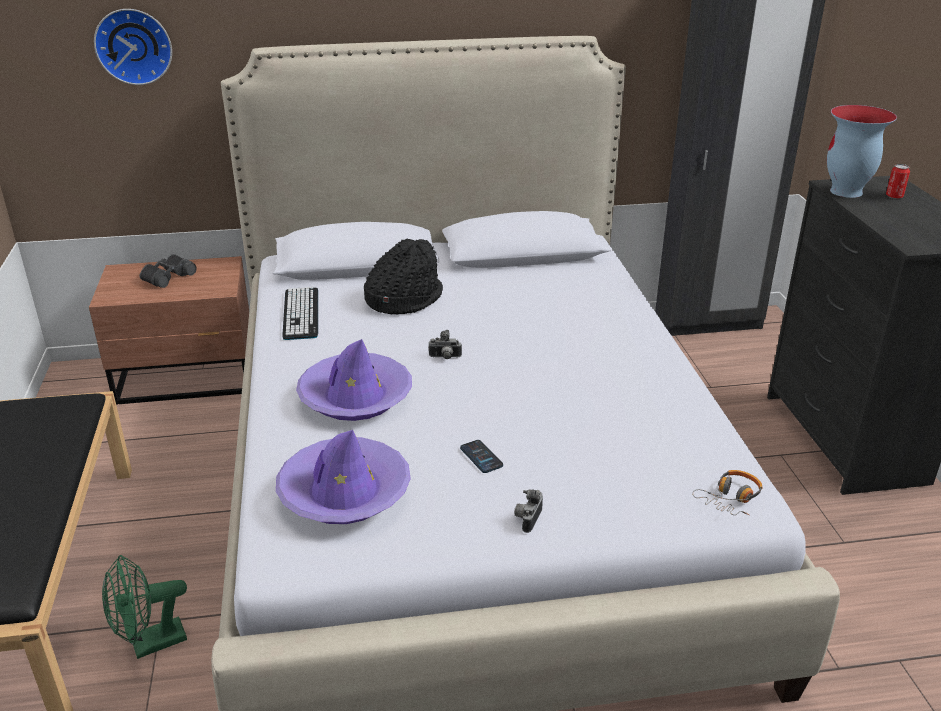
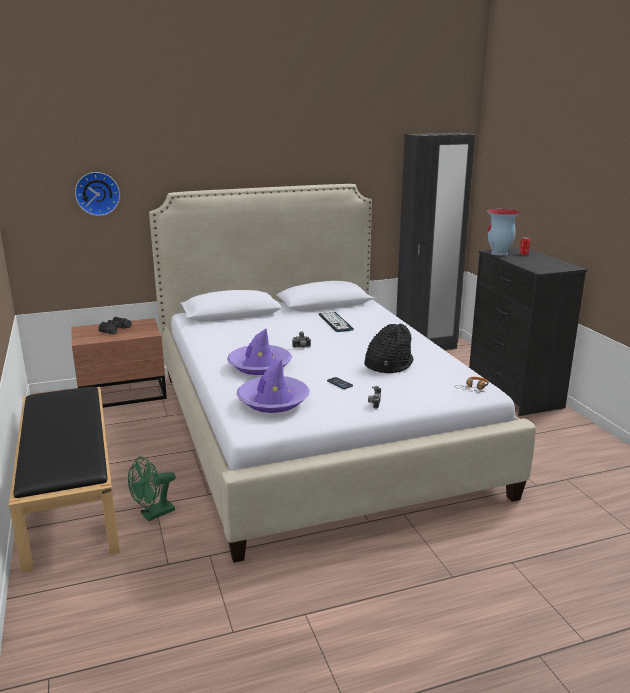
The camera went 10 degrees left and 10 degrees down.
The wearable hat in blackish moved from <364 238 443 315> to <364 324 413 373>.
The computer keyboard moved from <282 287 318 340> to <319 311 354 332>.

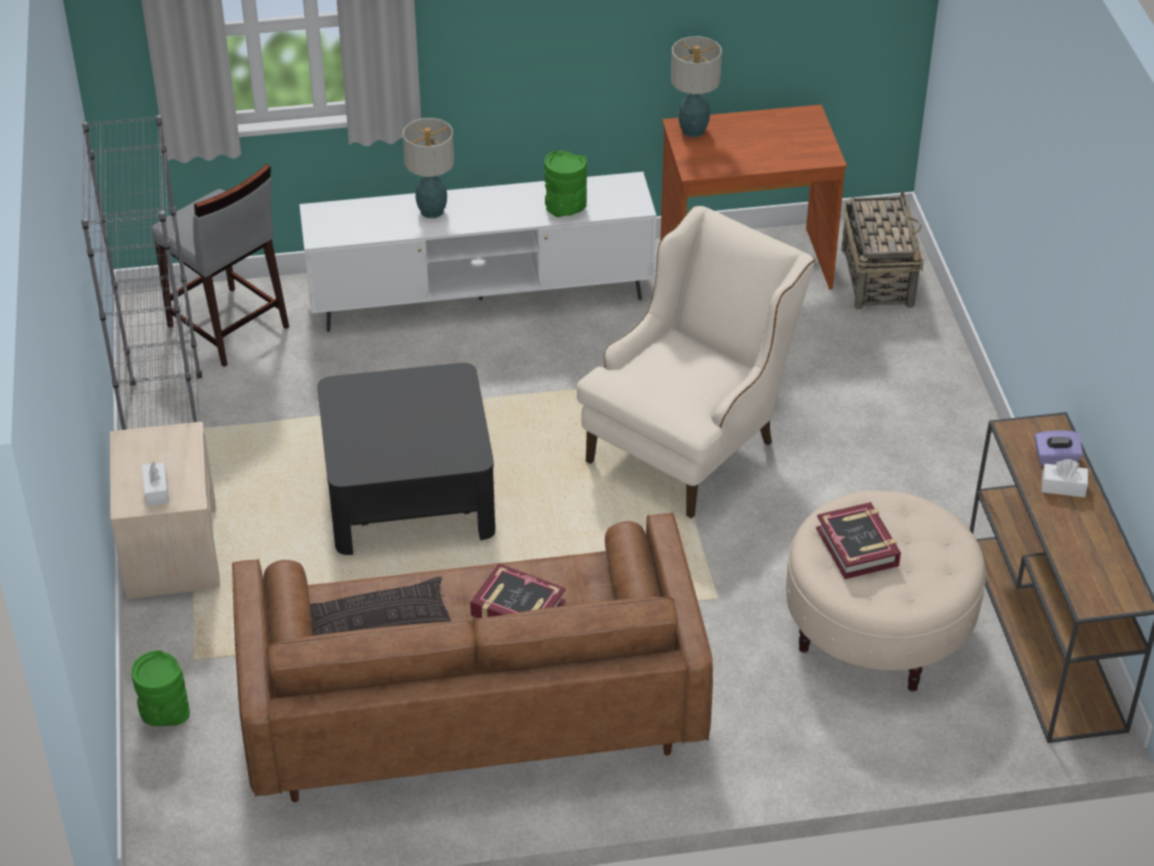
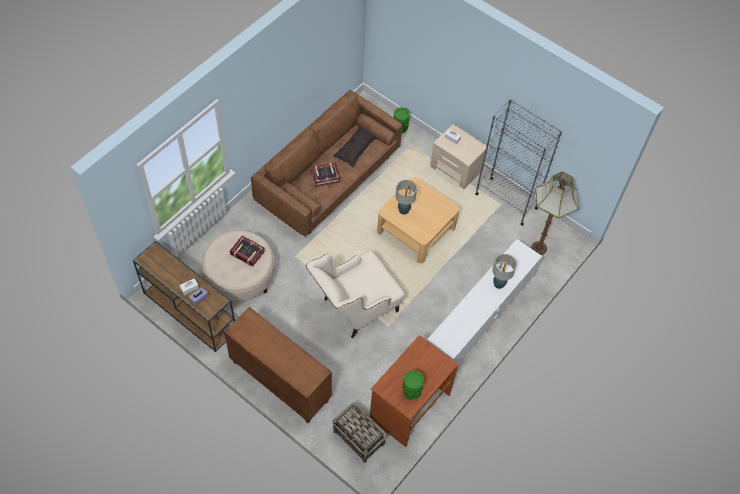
The camera went 135 degrees right and 15 degrees up.
The tabletop lamp moved from <671 36 722 137> to <396 180 417 215>.
The vase in greenish moved from <544 150 587 217> to <402 370 424 400>.
The sitting stool in grey at <152 164 289 367> was replaced by the standing lamp at <531 171 579 255>.
The lounge chair in beige at <577 206 815 518> turned 60 degrees clockwise.
The lounge table in blackish at <317 363 495 555> became the lounge table in beige at <377 177 460 263>.
The cupboard in brown at <224 307 332 423> appeared.

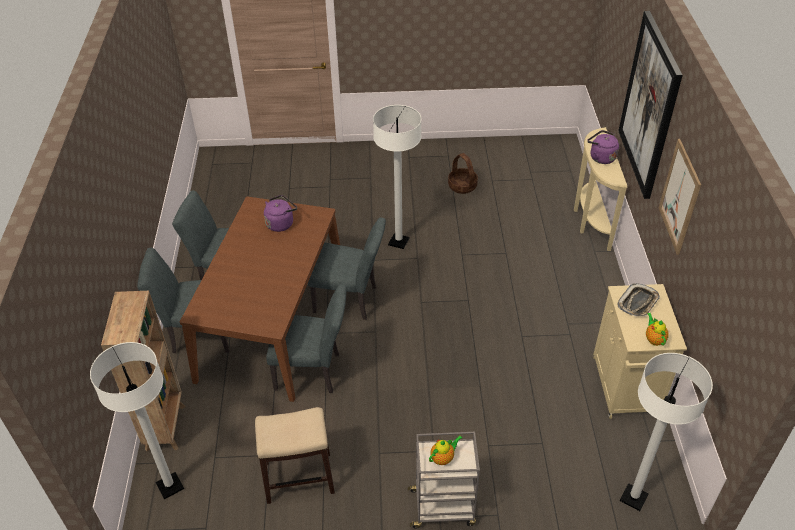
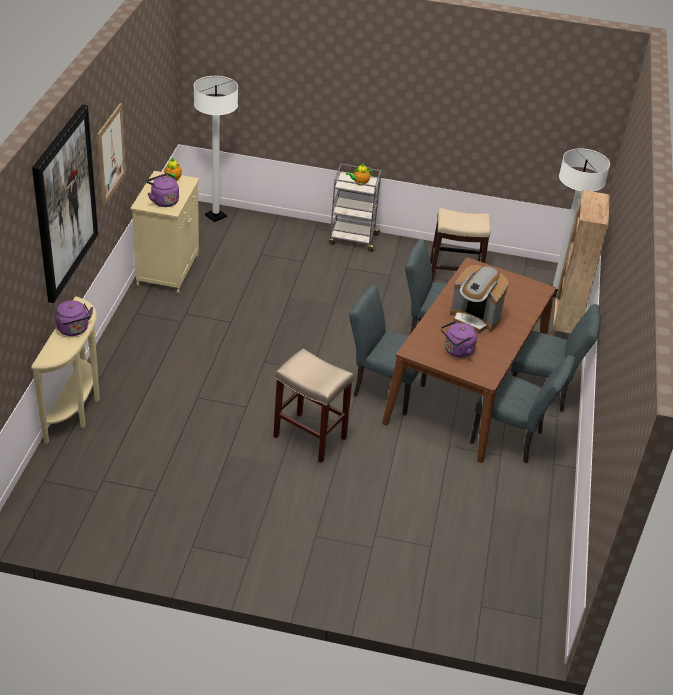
The camera went 170 degrees left and 5 degrees down.
The standing lamp in white at <373 105 421 249> was replaced by the sitting stool in beige at <273 348 354 463>.
The basket at <448 153 478 194> disappeared.
The tray at <617 283 660 316> was replaced by the kettle in purple-coloured at <146 173 179 207>.
The coffee brewer at <450 265 508 333> appeared.

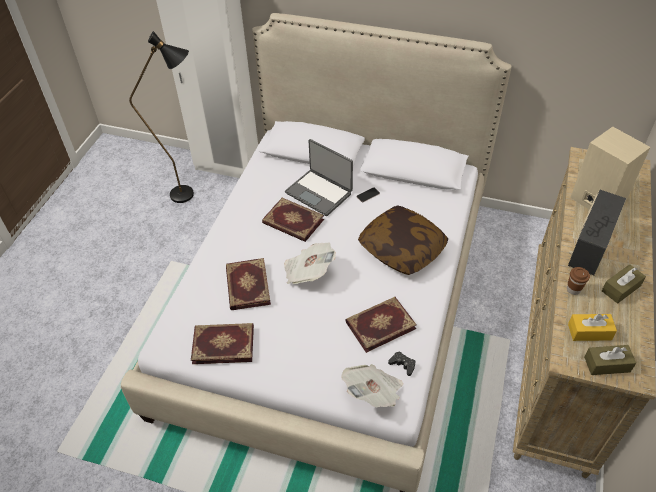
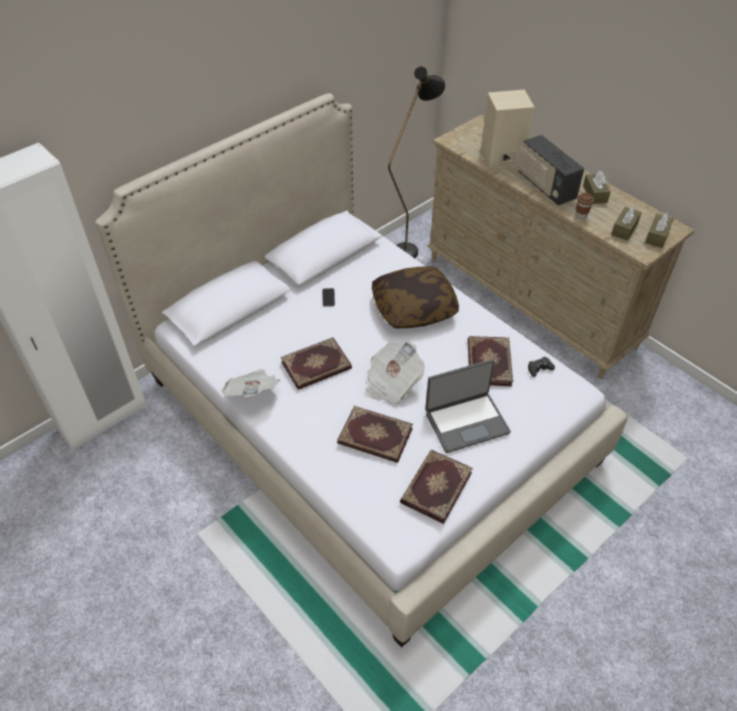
The camera went 60 degrees left and 0 degrees up.
The standing lamp in blackish moved from <129 31 194 203> to <388 67 445 258>.
The notebook computer moved from <285 139 353 216> to <425 359 511 453>.
The box of tissues in yellow at <568 314 617 341> became the box of tissues in brown at <611 206 642 241>.
The daily paper moved from <341 364 403 408> to <221 369 280 397>.

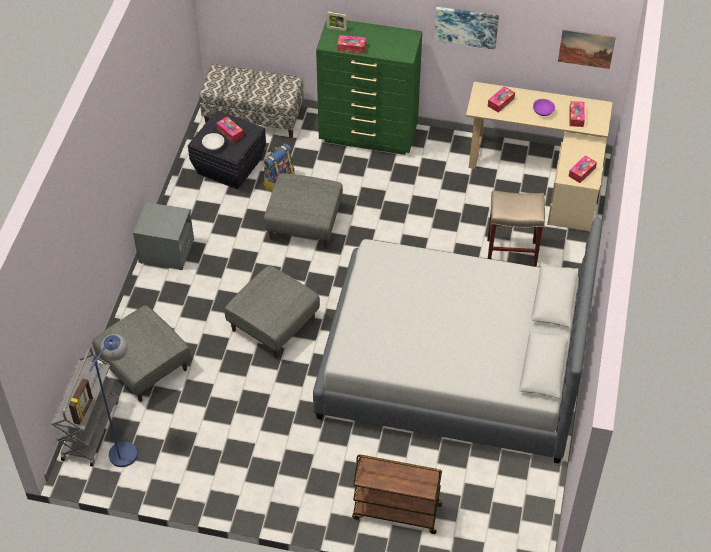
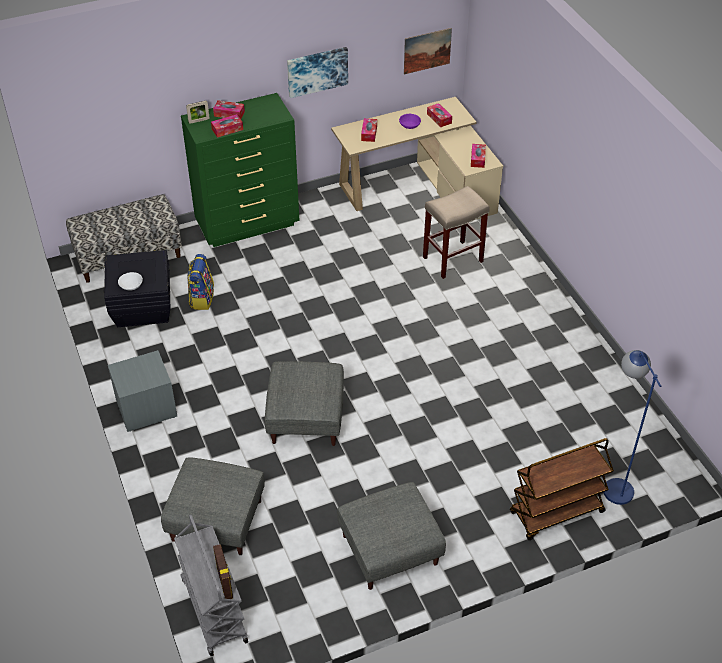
The camera went 35 degrees left and 5 degrees down.
The box of tissues moved from <216 117 244 143> to <213 100 245 119>.
The ottoman in grey moved from <264 173 343 249> to <337 482 446 590>.
The bedroom bed in grey at <313 217 602 463> disappeared.
The standing lamp in blue-coloured moved from <89 334 137 467> to <603 350 661 505>.

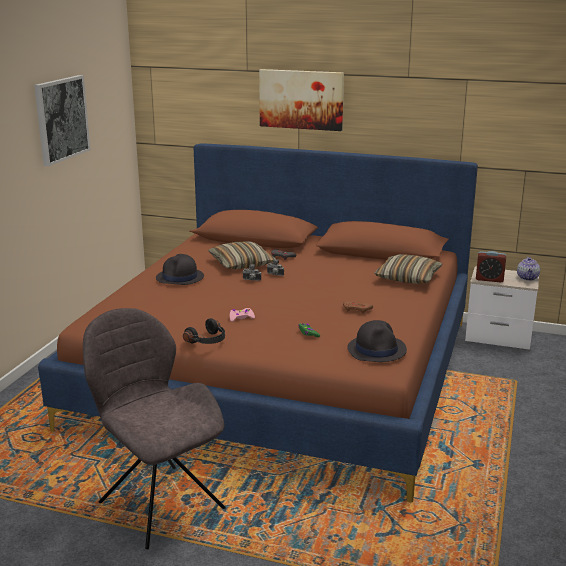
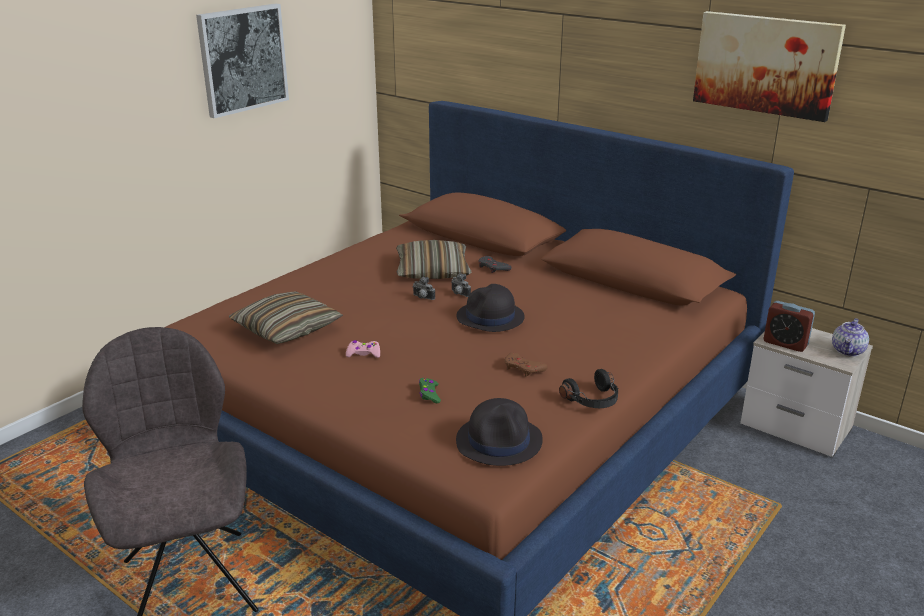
The camera went 20 degrees right and 5 degrees up.
The picture moved from <259 69 344 131> to <693 11 846 122>.
The wearable hat in blackish moved from <156 254 204 285> to <457 284 525 332>.
The pillow moved from <374 254 443 284> to <229 291 343 344>.
The headset in blackish moved from <183 318 225 344> to <559 369 619 408>.

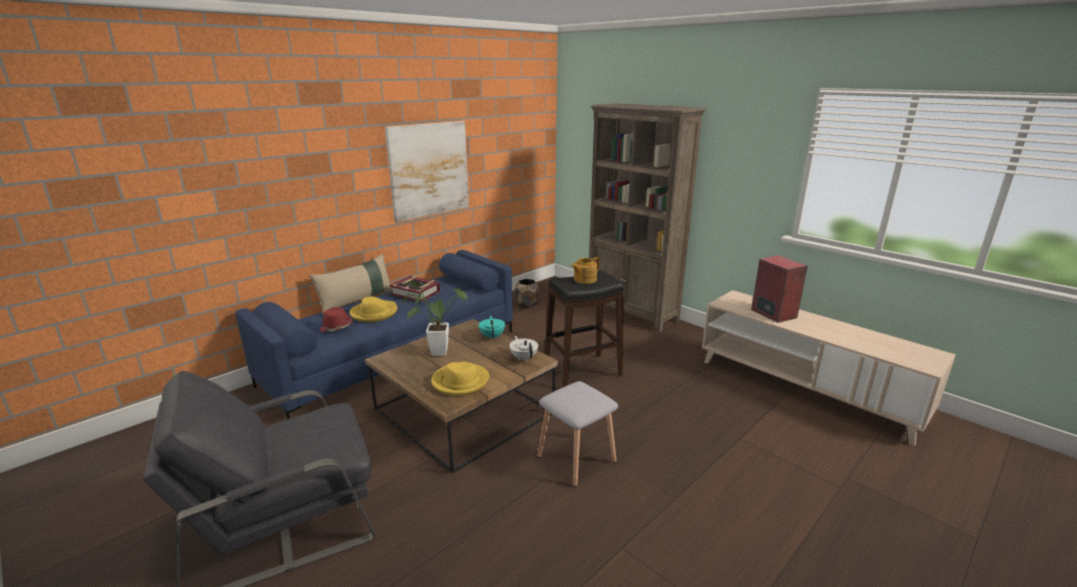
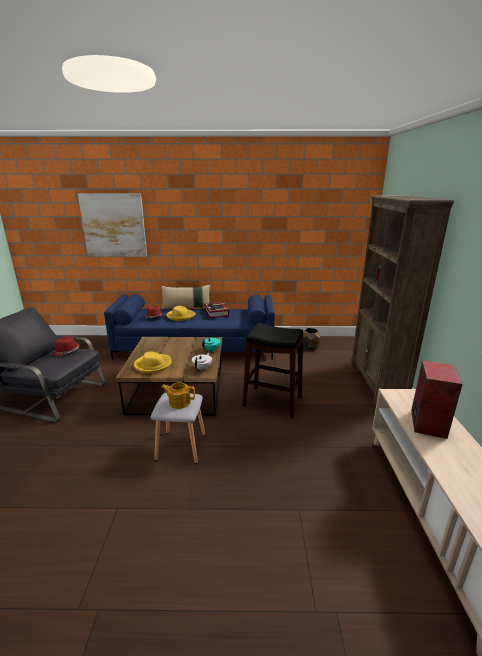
The camera went 45 degrees right and 0 degrees up.
The picture moved from <385 121 469 222> to <78 194 147 257>.
The pot for tea moved from <571 257 600 284> to <161 382 195 409>.
The houseplant at <402 280 467 356> disappeared.
The wearable hat in red-coloured at <54 336 80 356> appeared.

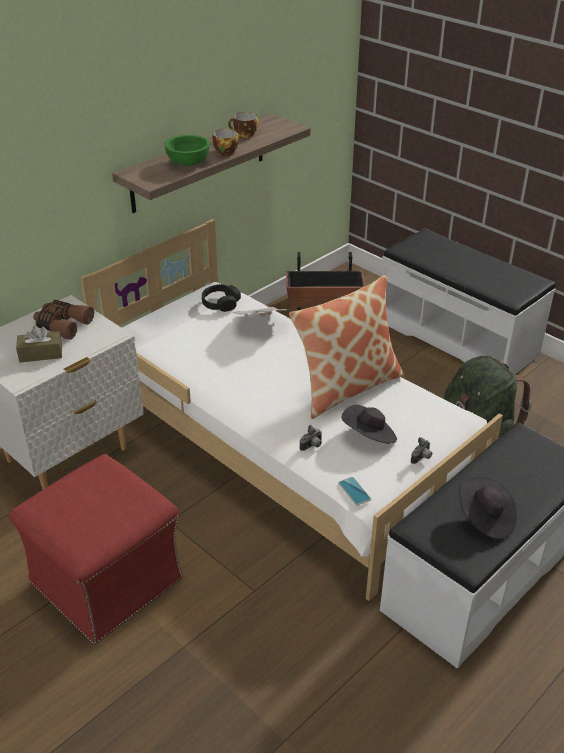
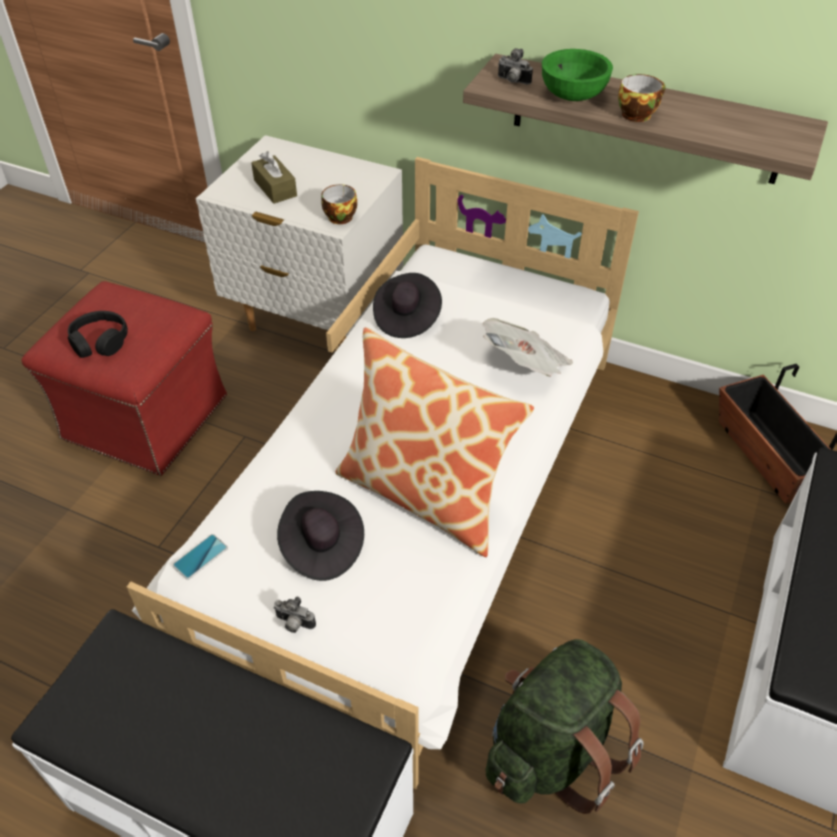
The camera went 70 degrees right and 10 degrees up.
The small cup moved from <228 112 258 138> to <321 184 357 224>.
The headset in blackish moved from <202 284 241 312> to <68 311 128 358>.
The field glasses in brown at <33 300 94 340> disappeared.
The photo camera moved from <300 425 322 451> to <498 48 533 85>.
The wearable hat in blackish moved from <459 477 517 539> to <373 273 442 338>.

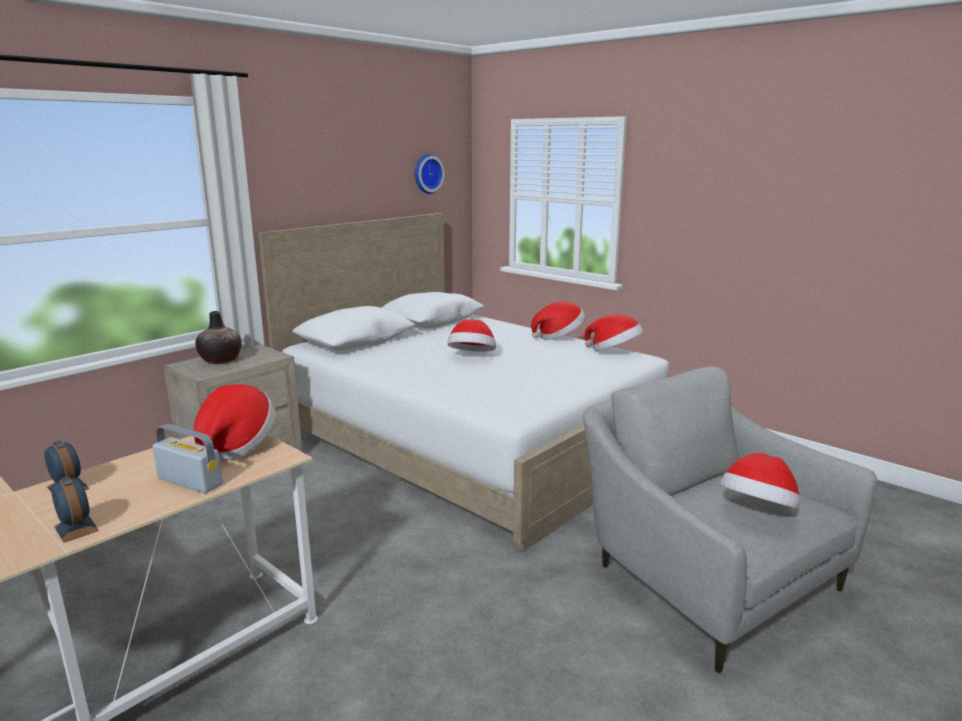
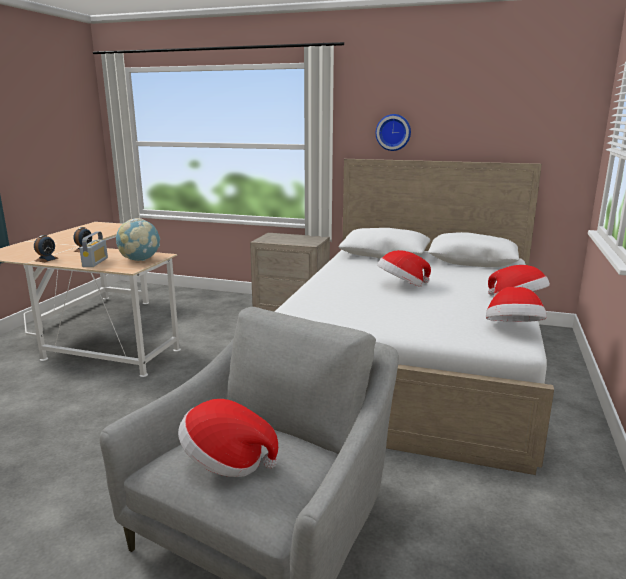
The camera went 65 degrees right and 0 degrees up.
The clock on the wall moved from <415 154 445 194> to <376 114 411 151>.
The vase at <195 311 242 364> disappeared.
The wearable hat at <194 384 276 460> was replaced by the desk globe at <116 218 160 261>.

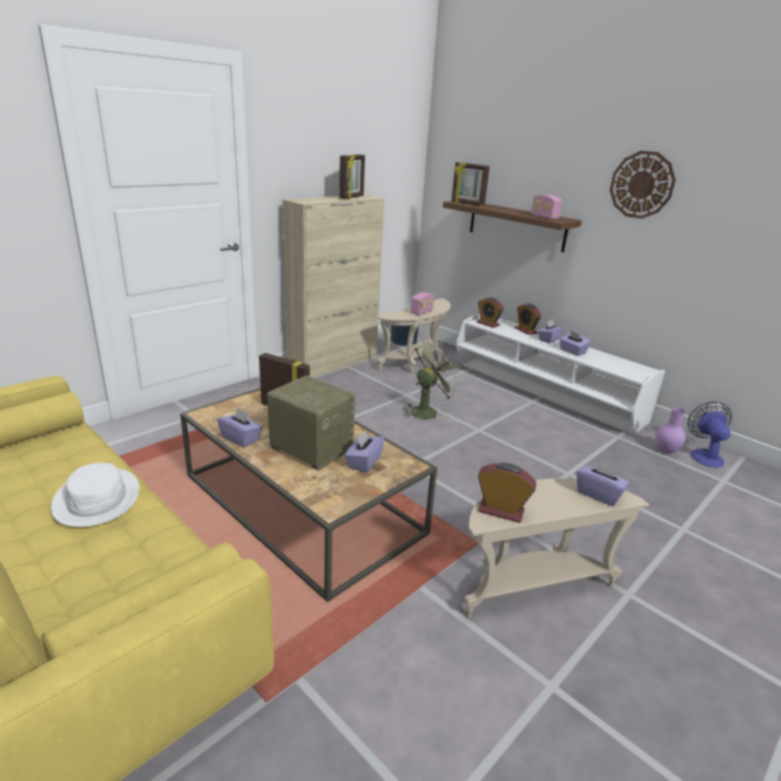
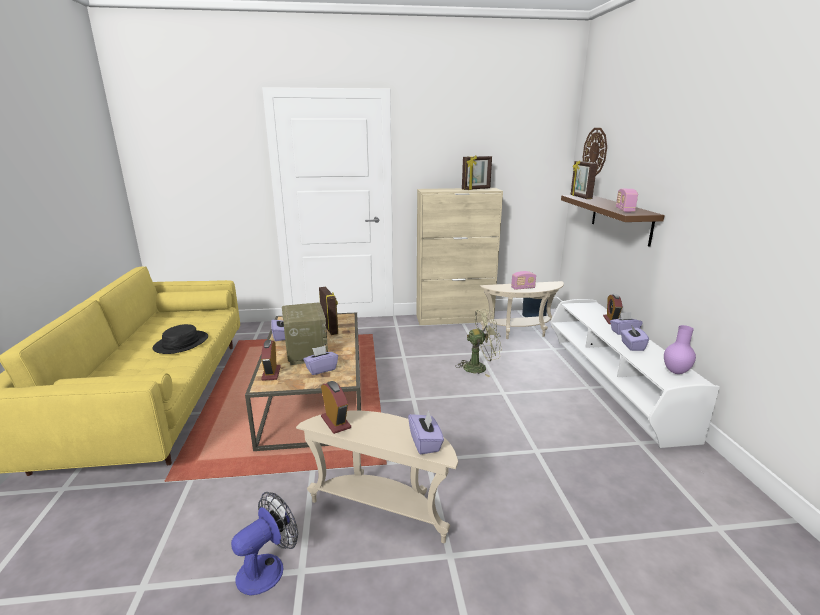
The camera went 40 degrees right and 5 degrees down.
The clock on the wall moved from <610 151 676 219> to <583 128 607 175>.
The table clock moved from <477 297 504 328> to <261 340 281 381>.
The fan moved from <687 401 732 468> to <231 492 298 596>.
The vase in purple-coloured moved from <656 407 686 453> to <664 325 696 374>.
The wearable hat in white at <51 463 139 527> became the wearable hat in blackish at <152 324 208 354>.

